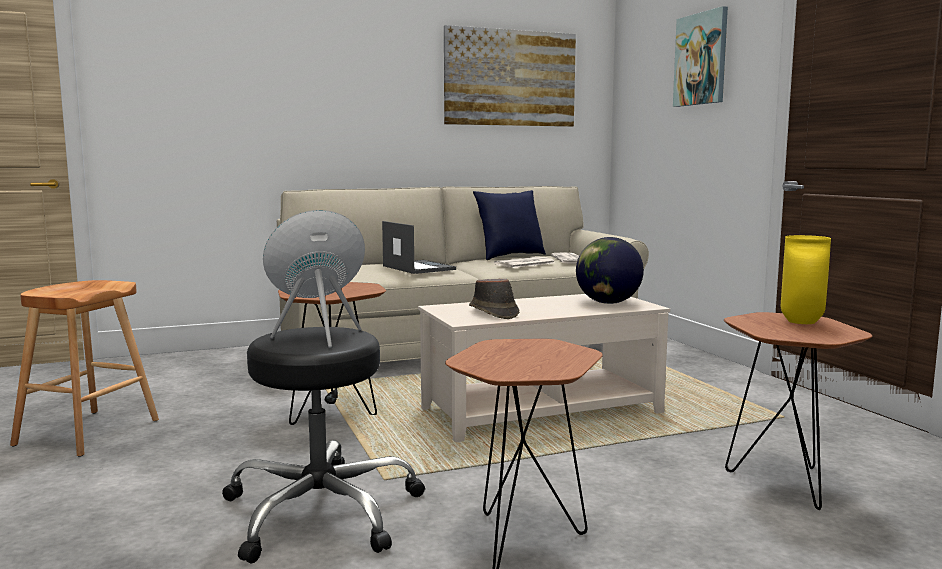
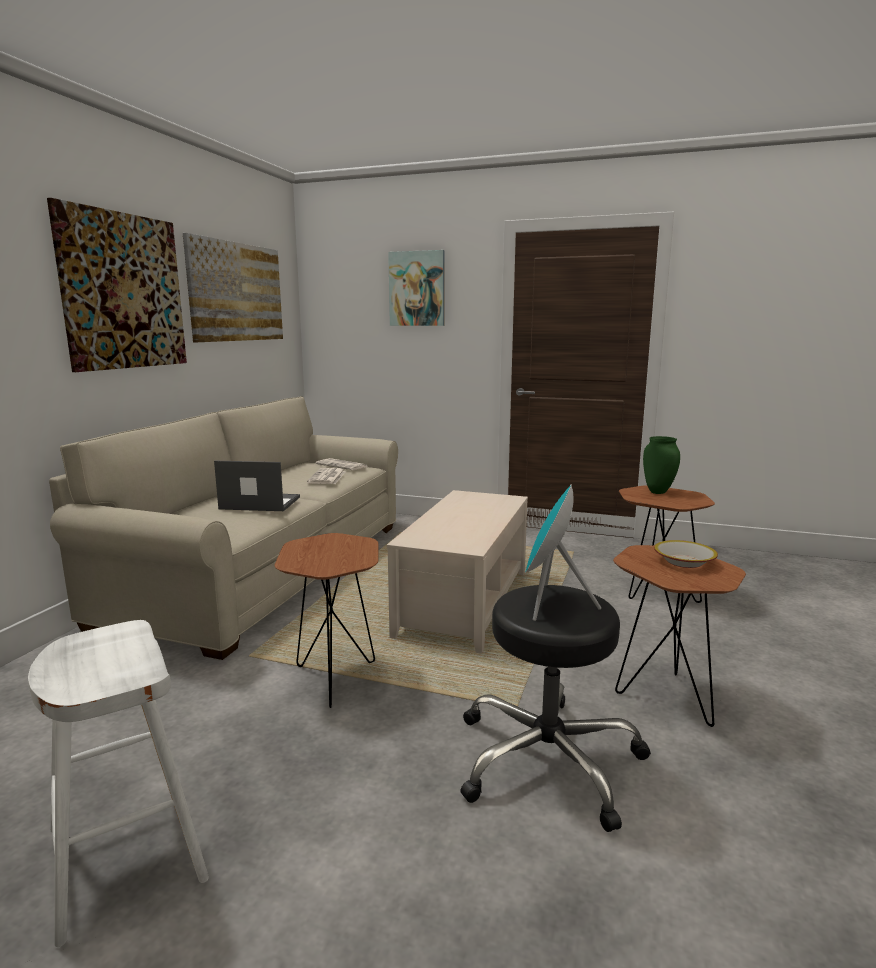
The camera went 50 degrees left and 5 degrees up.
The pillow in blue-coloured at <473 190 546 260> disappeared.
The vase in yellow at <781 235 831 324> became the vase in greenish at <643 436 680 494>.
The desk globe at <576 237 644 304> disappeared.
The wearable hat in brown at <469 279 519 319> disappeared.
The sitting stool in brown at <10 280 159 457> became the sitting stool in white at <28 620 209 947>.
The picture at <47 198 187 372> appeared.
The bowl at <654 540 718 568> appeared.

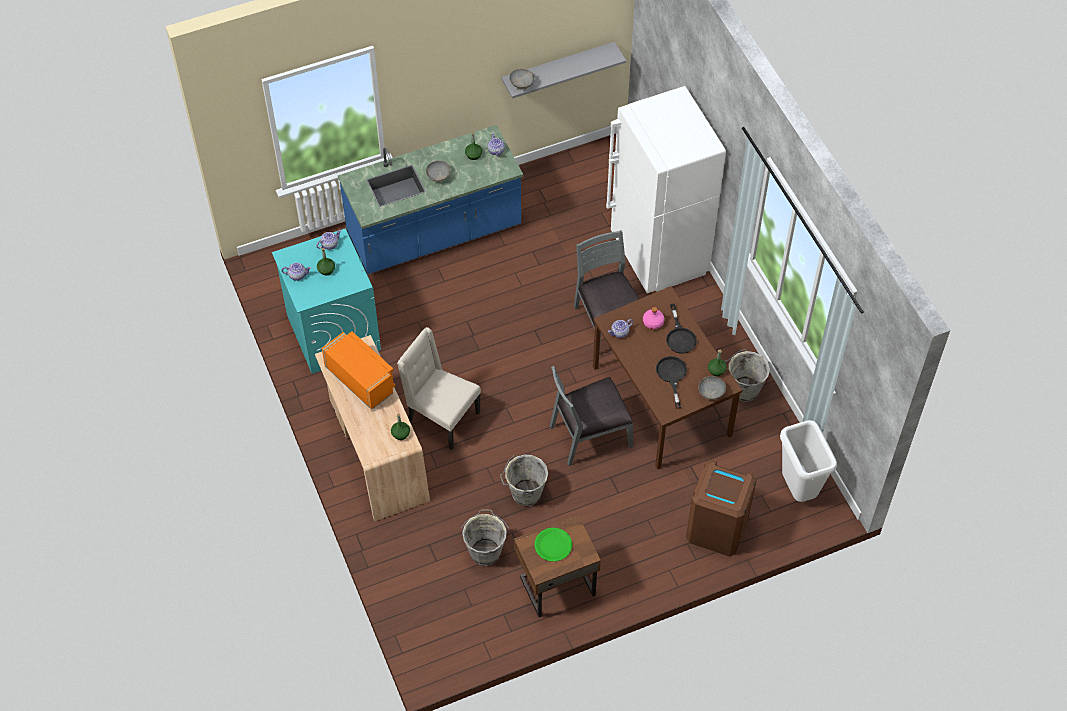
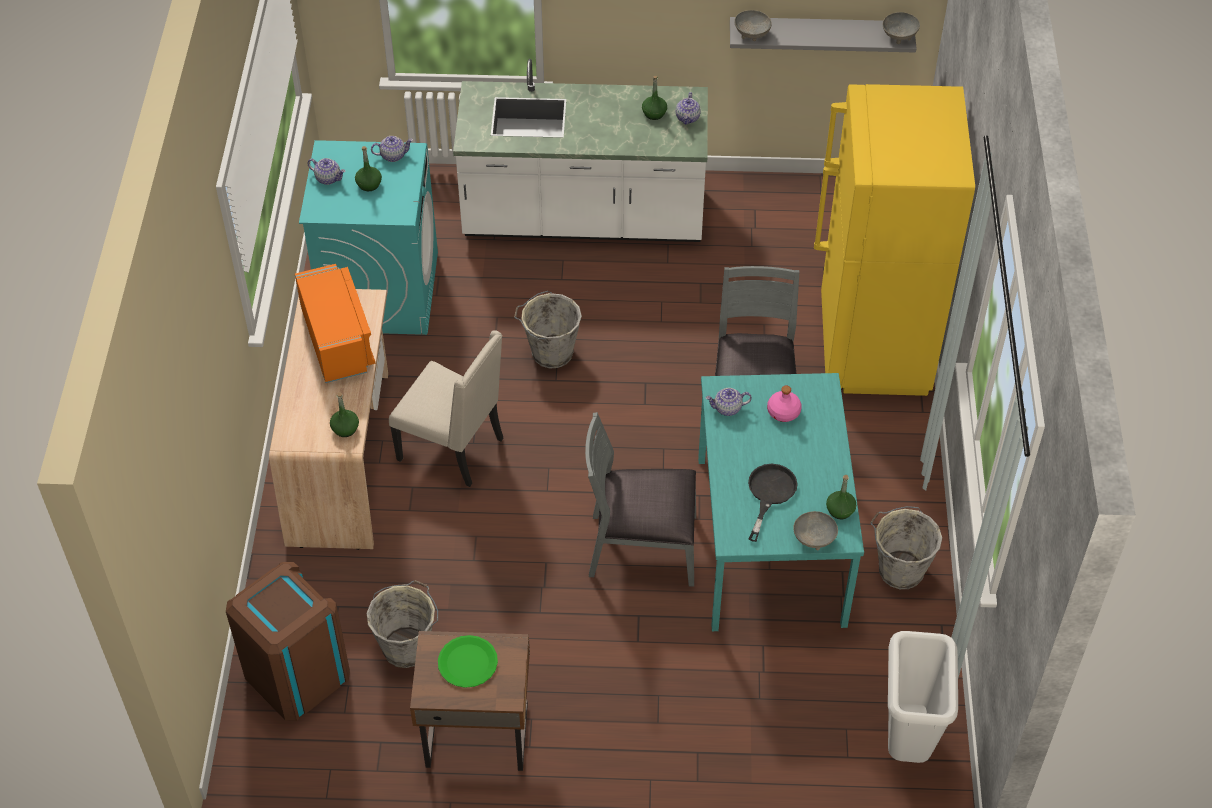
The camera went 25 degrees right and 5 degrees down.
The fridge in white at <606 86 726 293> became the fridge in yellow at <814 84 975 396>.
The kitchen counter in blue-coloured at <338 125 523 274> became the kitchen counter in white at <453 59 708 242>.
The bowl in grey moved from <426 161 451 183> to <883 12 920 44>.
The dinner table in brown at <593 286 742 470> became the dinner table in turquoise at <698 373 864 631>.
The frying pan in blackish at <666 304 697 353> disappeared.
The chair in beige at <397 327 481 450> turned 150 degrees clockwise.
The pail in grey moved from <500 454 548 506> to <514 291 582 368>.
The trash can in brown moved from <686 460 757 556> to <226 562 350 721>.

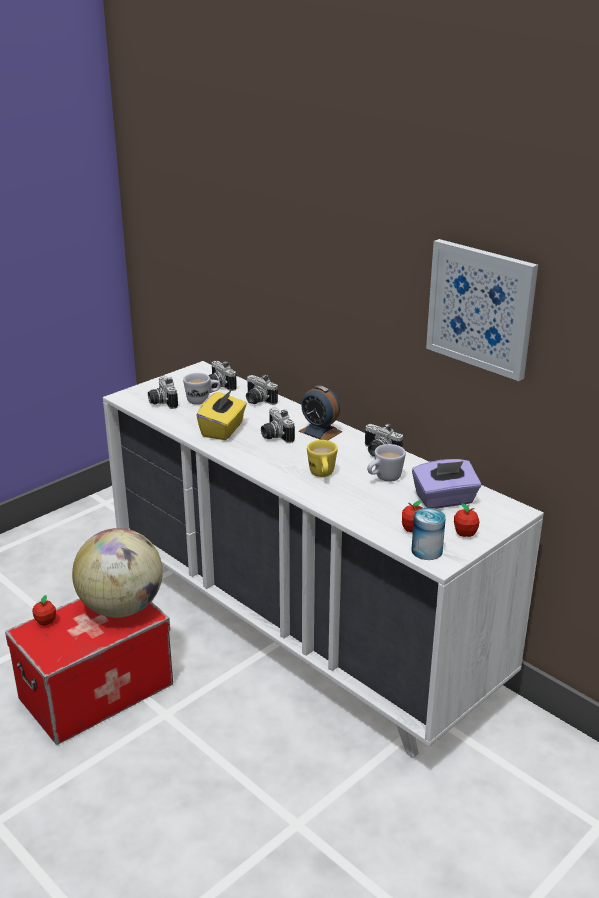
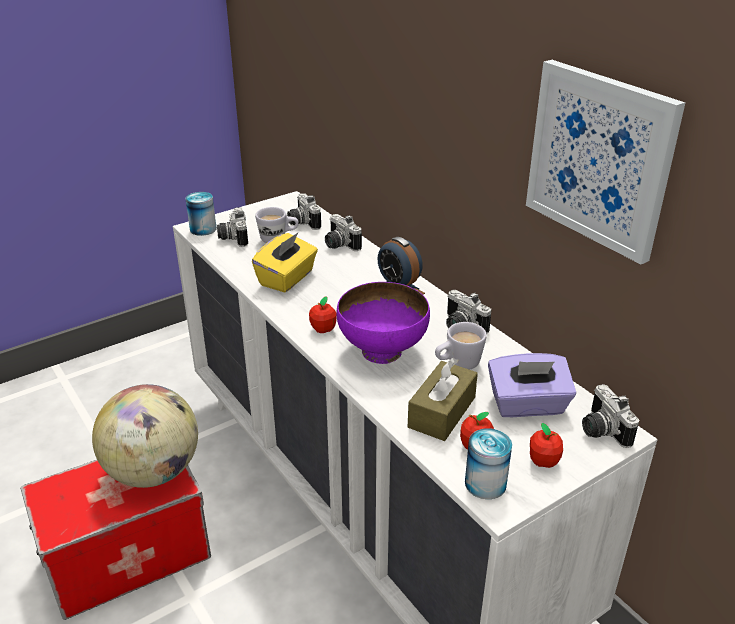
The camera went 10 degrees right and 5 degrees up.
The photo camera moved from <261 408 295 443> to <582 384 639 448>.
The mug in yellow at <307 440 338 477> was replaced by the bowl in purple-coloured at <336 282 430 364>.
The whole apple moved from <32 595 56 626> to <309 297 337 333>.
The sealed can at <186 192 216 236> appeared.
The box of tissues in brown at <408 358 478 441> appeared.

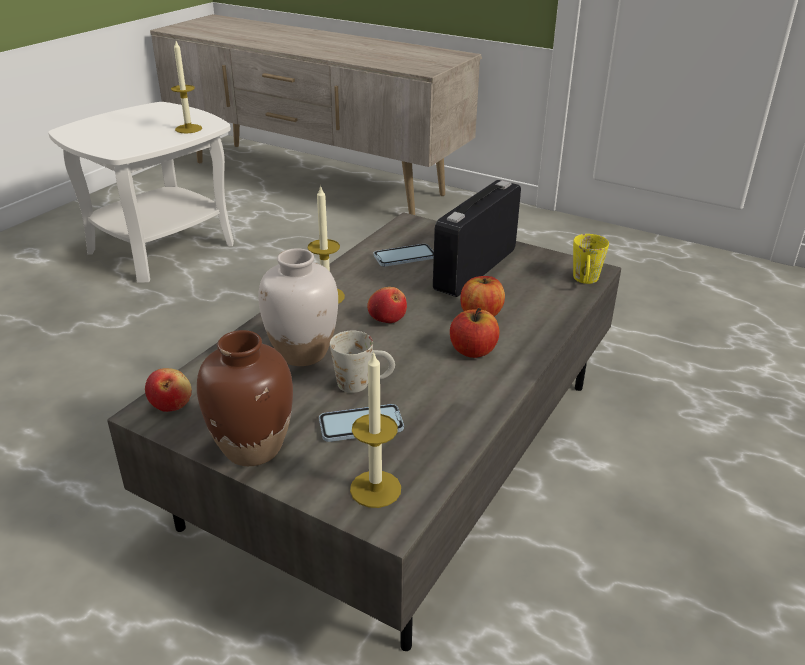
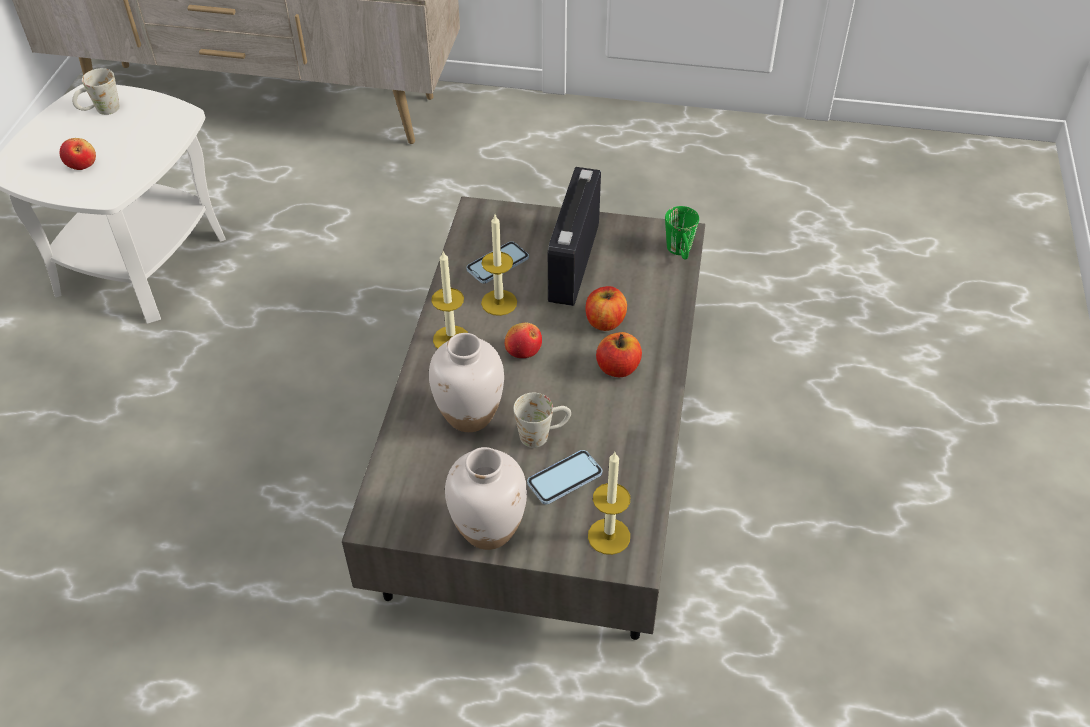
The camera went 20 degrees left and 15 degrees up.
The candle moved from <171 41 202 133> to <481 215 517 316>.
The mug in yellow at <573 234 609 284> became the mug in greenish at <665 206 699 260>.
The vase in brown at <197 330 293 466> became the vase in white at <445 447 527 550>.
The whole apple moved from <145 368 192 412> to <60 138 96 170>.
The mug in white at <72 68 120 115> appeared.

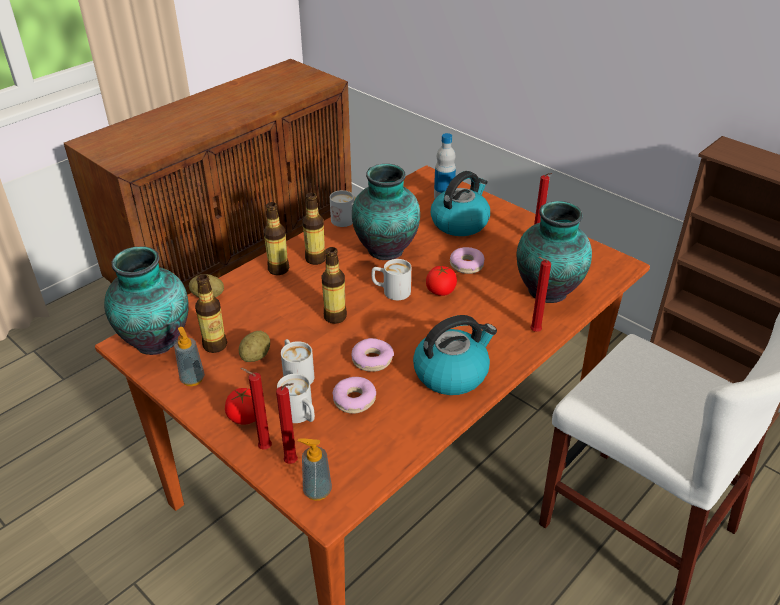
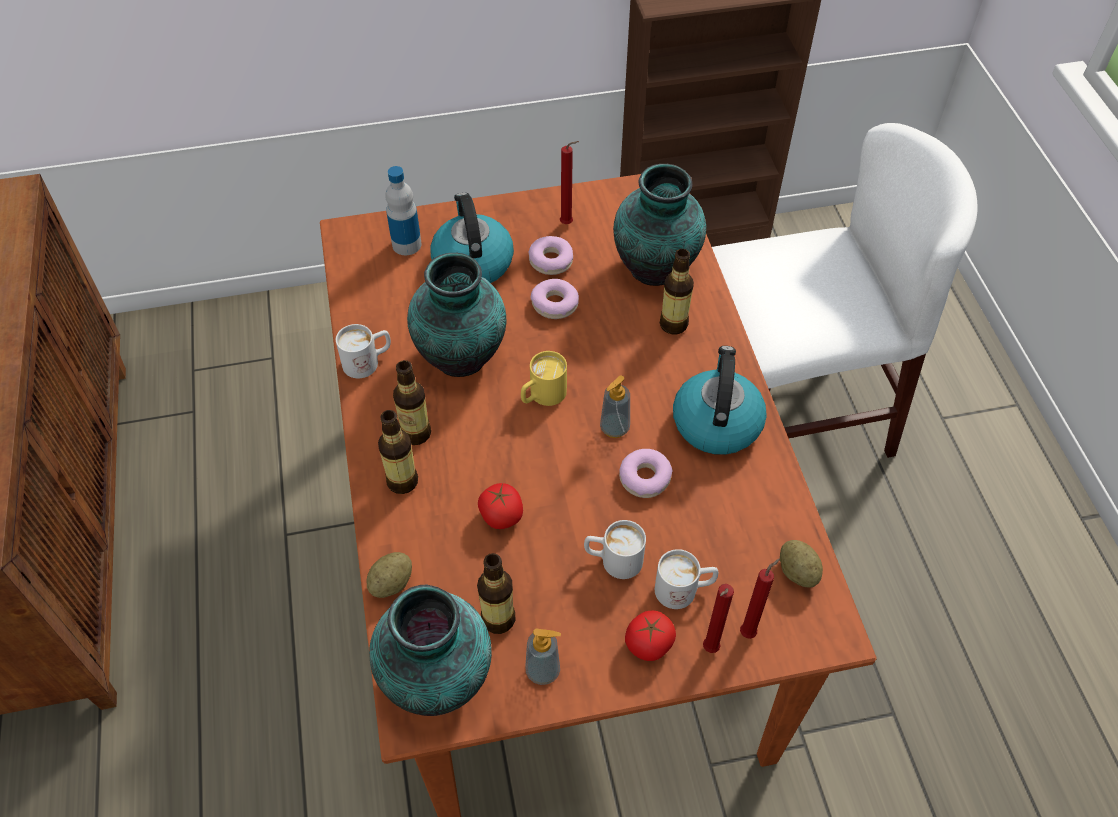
The camera went 55 degrees left and 15 degrees up.
The beverage bottle moved from <321 247 347 324> to <660 249 694 335>.
The candle in red-coloured at <530 257 551 332> disappeared.
The mug in white at <371 259 411 300> became the mug in yellow at <521 351 567 406>.
The fresh tomato moved from <426 265 457 296> to <478 483 523 529>.
The spud moved from <239 331 270 362> to <780 540 823 588>.
The ring doughnut moved from <333 377 376 414> to <529 236 573 275>.
The soap bottle moved from <298 439 332 501> to <600 375 630 438>.

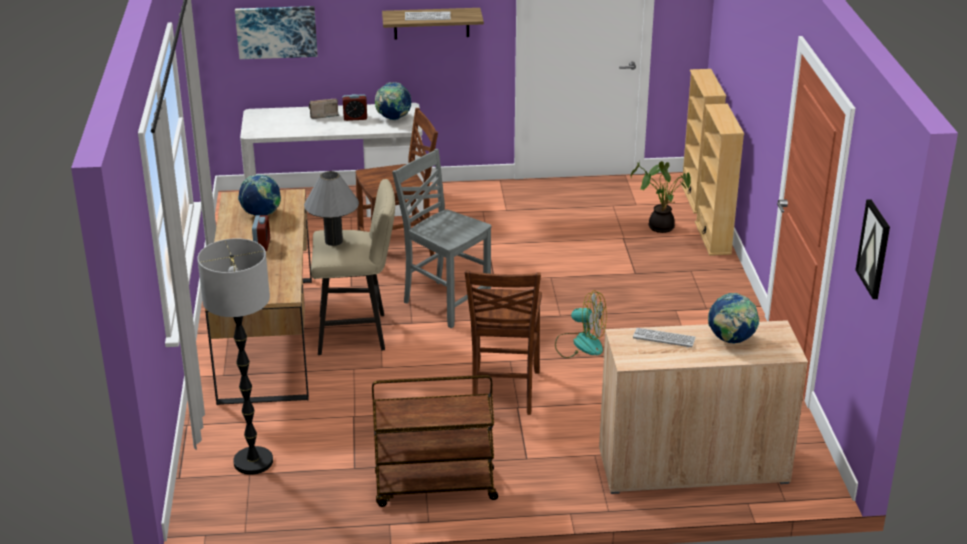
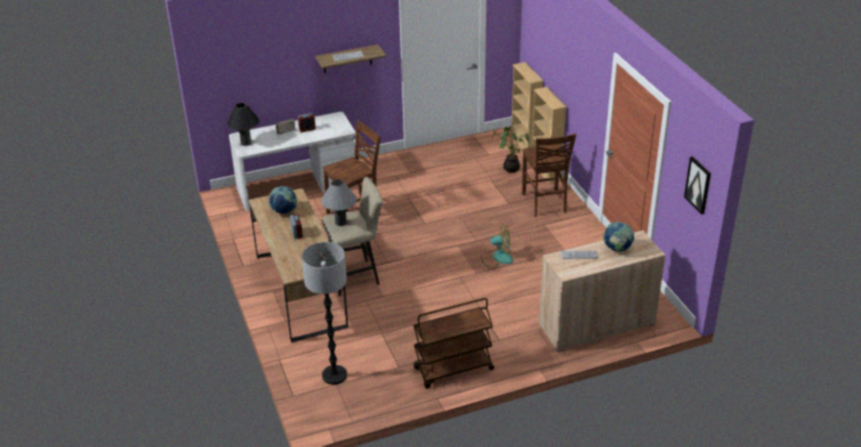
The camera went 15 degrees left and 5 degrees up.
The picture at <235 6 318 59> disappeared.
The desk globe at <375 82 411 120> disappeared.
The chair in grey at <392 149 491 328> disappeared.
The chair in brown moved from <465 270 542 415> to <522 133 577 217>.
The tabletop lamp in blackish at <227 103 259 146> appeared.

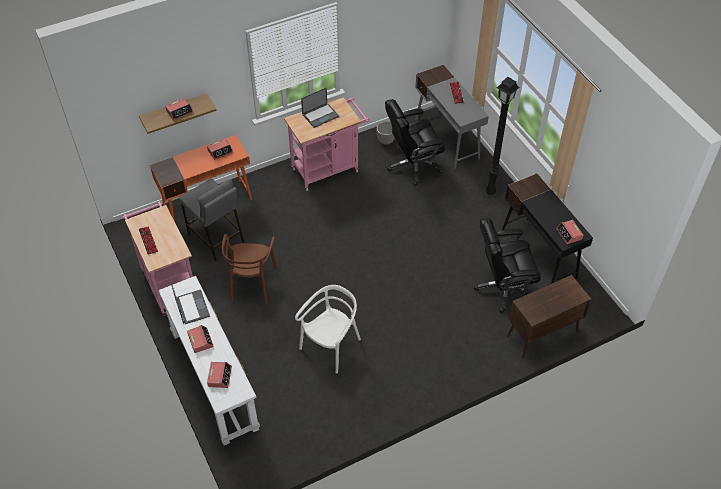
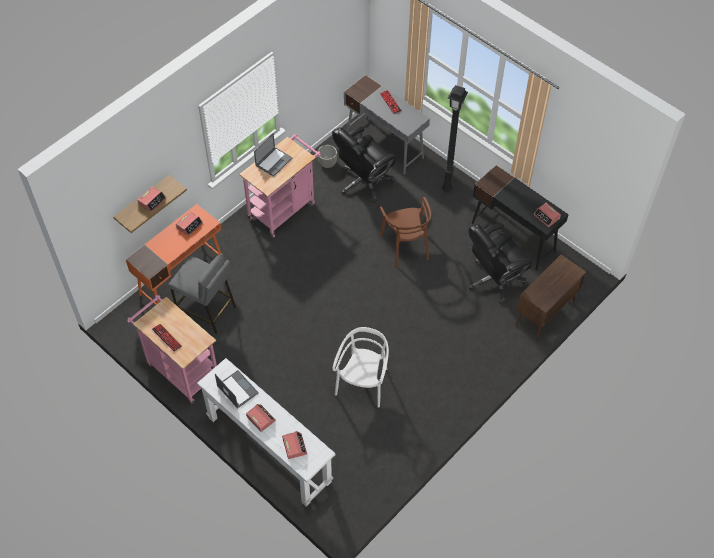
The camera went 20 degrees left and 5 degrees up.
The chair in brown moved from <222 234 277 303> to <380 197 431 267>.

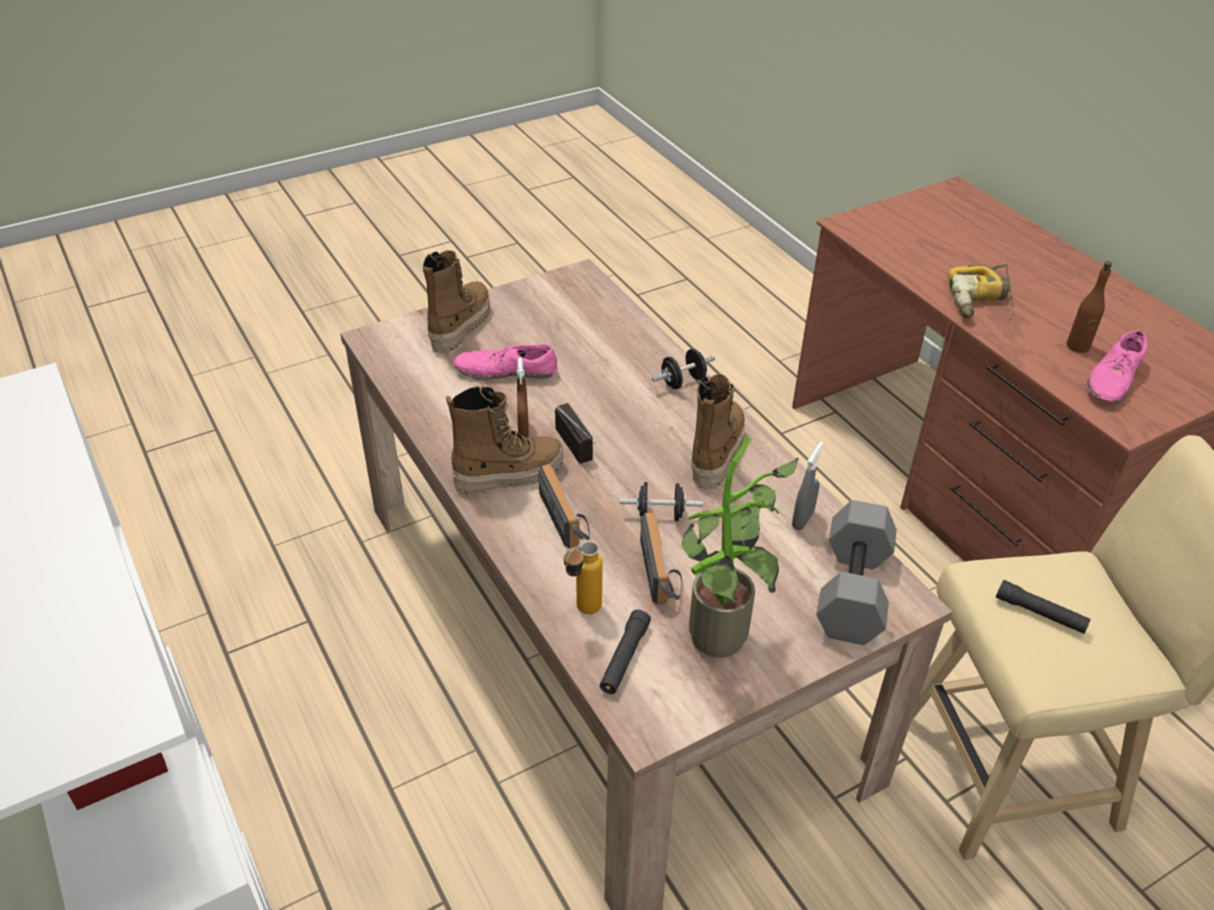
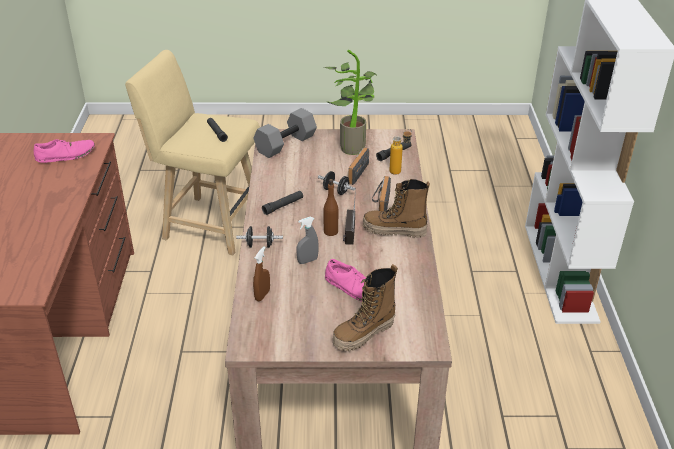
The camera went 150 degrees left and 5 degrees down.
The beverage bottle in brown moved from <1066 261 1112 353> to <324 179 338 236>.
The electric drill at <948 264 1013 318> disappeared.
The hand sprayer in brown moved from <517 358 529 437> to <253 246 270 301>.
The high-top boot at <691 375 745 490> was replaced by the flashlight in blackish at <262 191 303 215>.
The hand sprayer in grey moved from <792 442 824 530> to <297 217 319 264>.

